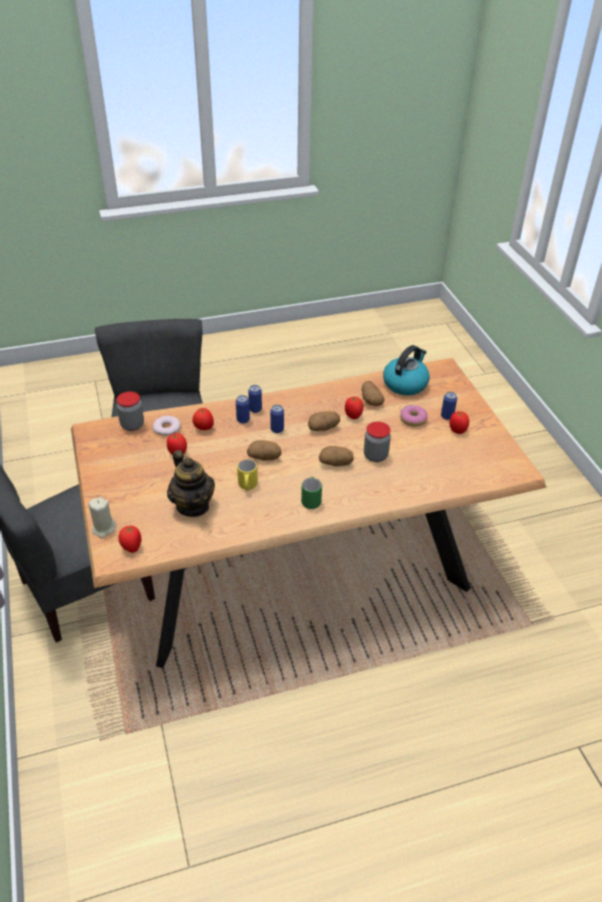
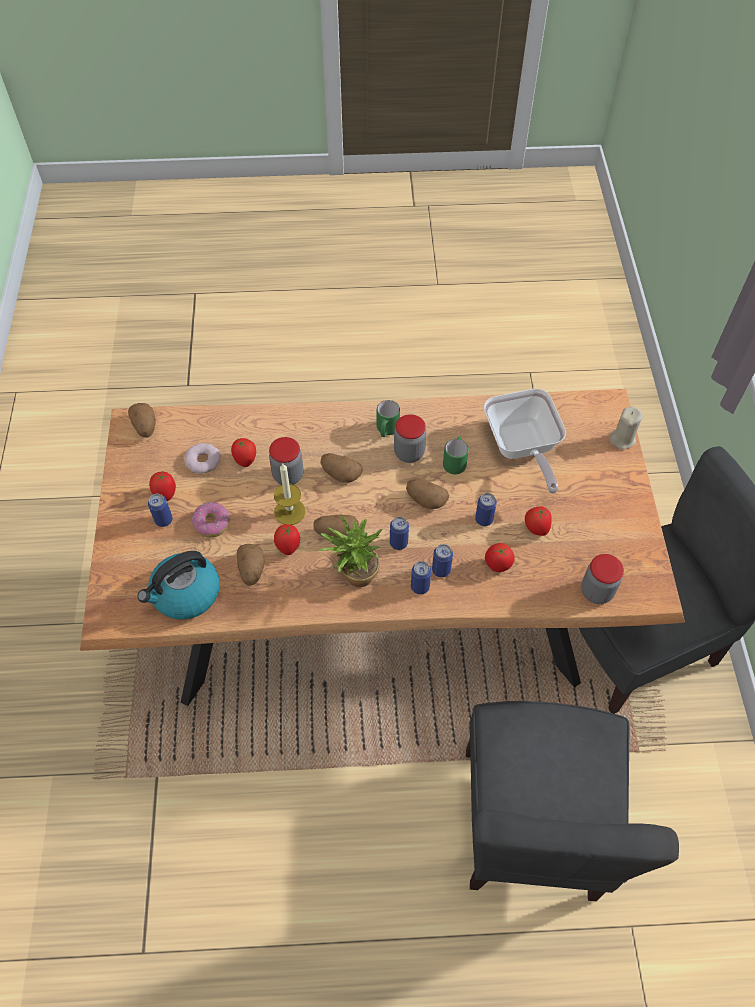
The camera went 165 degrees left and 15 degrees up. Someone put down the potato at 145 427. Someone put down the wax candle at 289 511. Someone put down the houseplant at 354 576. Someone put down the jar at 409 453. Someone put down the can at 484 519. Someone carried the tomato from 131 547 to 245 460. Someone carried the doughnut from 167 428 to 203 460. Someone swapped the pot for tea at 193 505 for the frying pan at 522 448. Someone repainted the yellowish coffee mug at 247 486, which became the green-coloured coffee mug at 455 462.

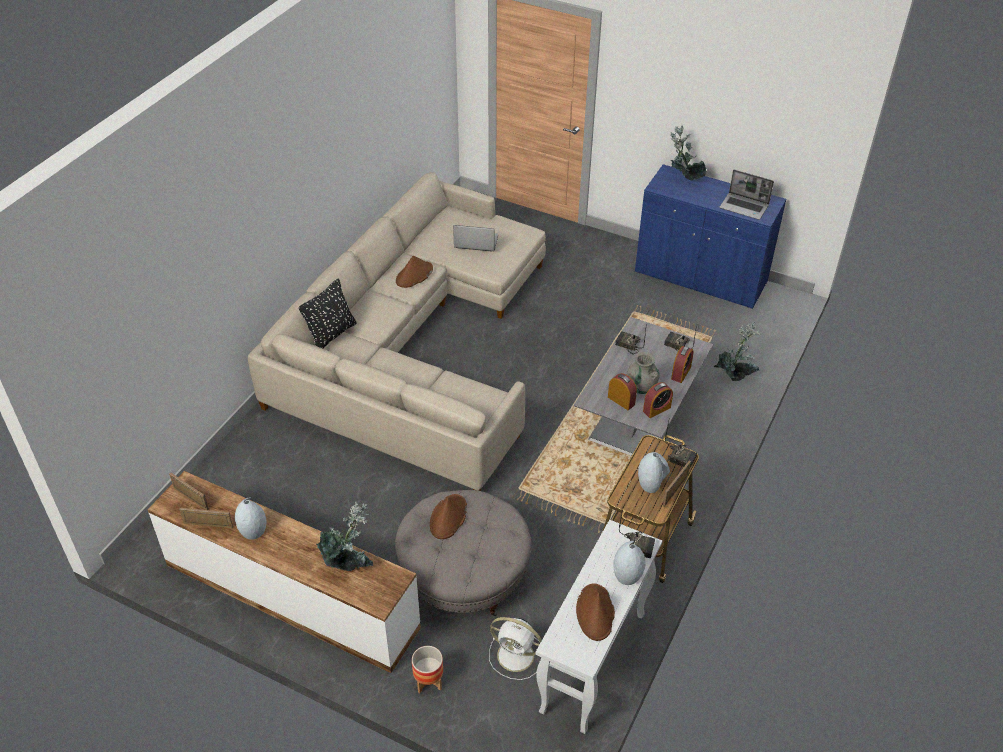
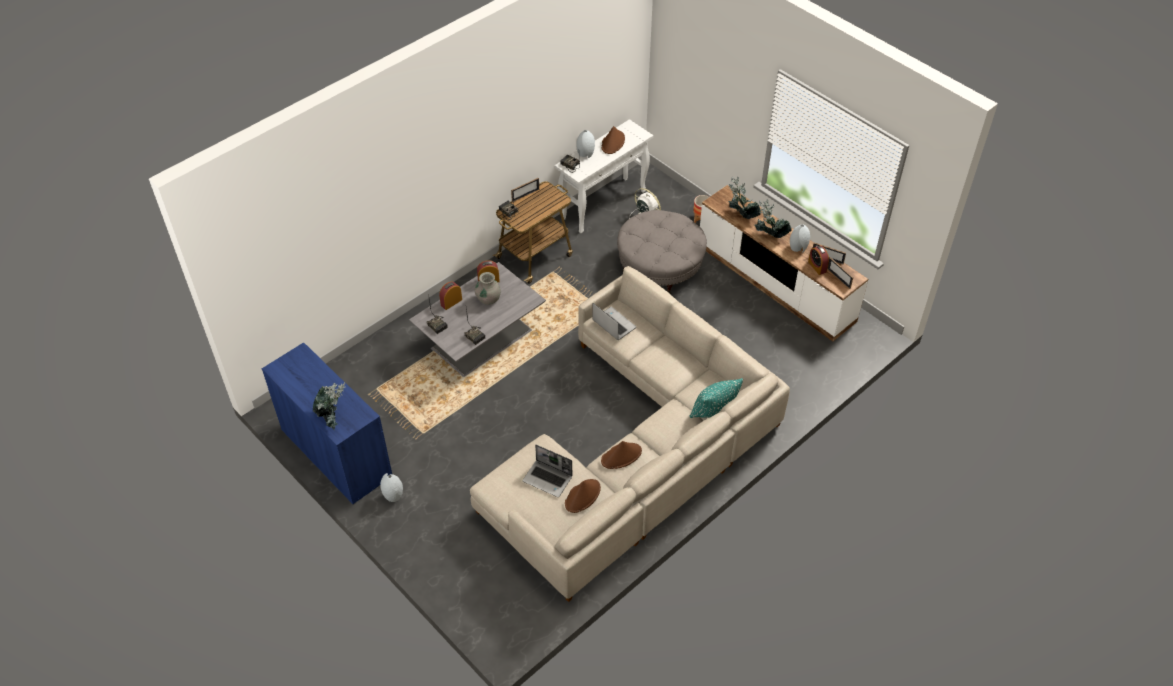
The camera went 160 degrees left and 5 degrees up. Someone carried the brown-coloured hat from 448 517 to 582 496. Someone carried the table clock from 621 400 to 817 267. Someone carried the gray decorative vase from 651 484 to 393 495. Someone carried the houseplant from 735 375 to 769 237. Someone carried the notebook computer from 744 207 to 613 324. Someone repainted the blackish pillow at 331 334, which became the turquoise-coloured pillow at 713 411.

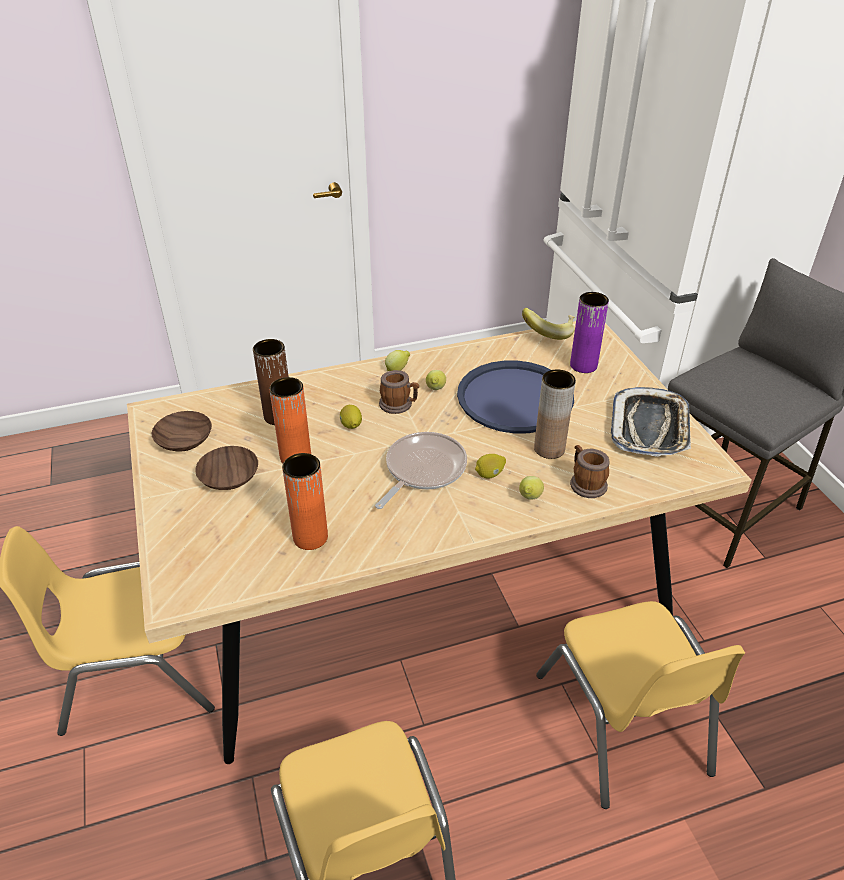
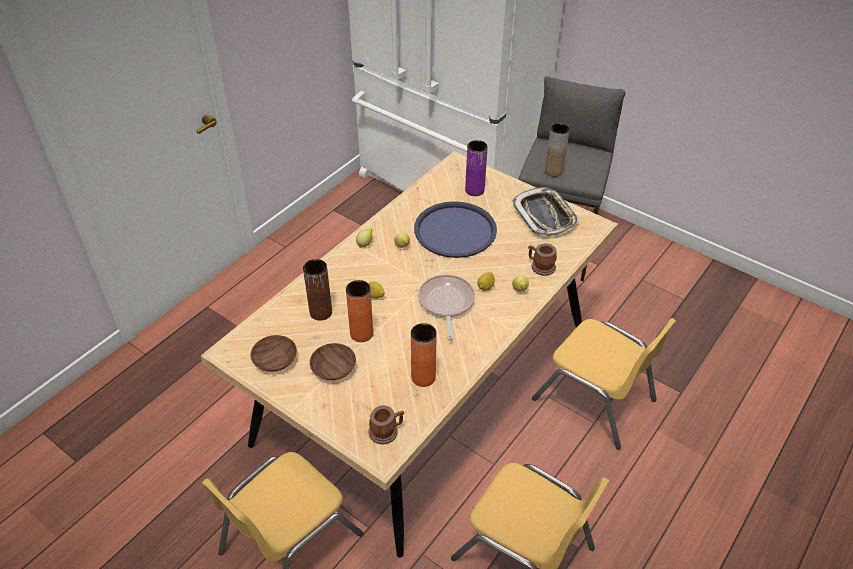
The camera went 35 degrees left and 5 degrees up. Someone took away the whole banana at 548 332. Someone carried the coffee mug from 399 405 to 386 431. Someone carried the brown-coloured decorative vase from 549 449 to 553 171.

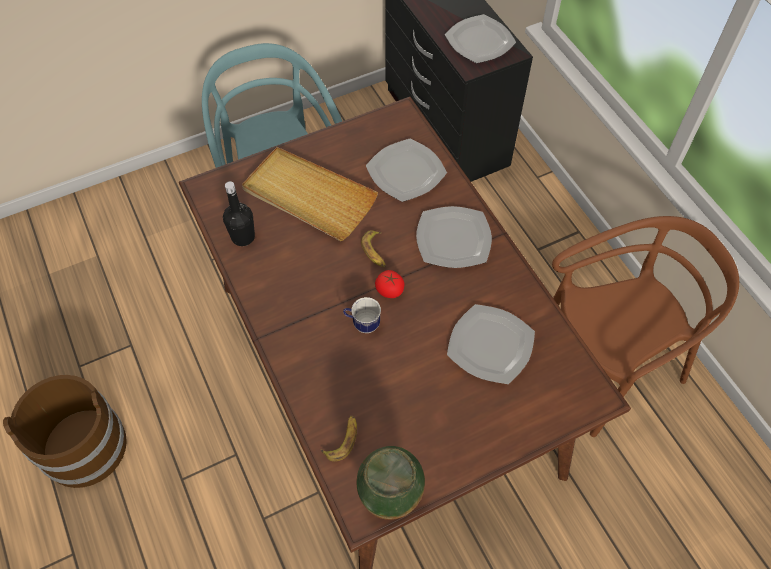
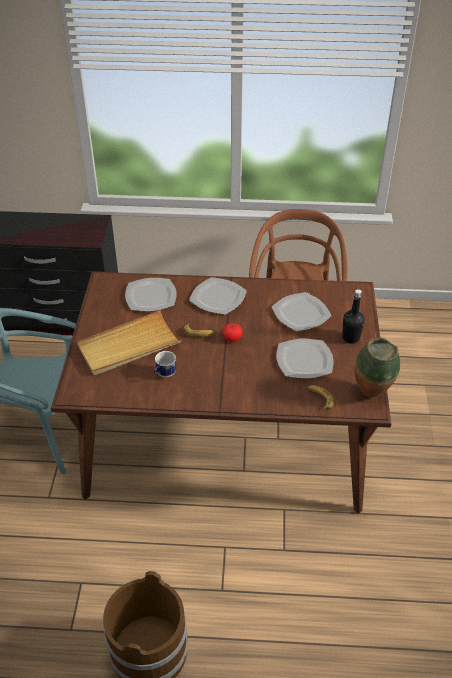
The camera went 60 degrees left and 15 degrees down. Someone carried the blackish beverage bottle from 243 237 to 350 338. Someone carried the coffee mug from 362 324 to 164 374. Someone carried the flat dish from 479 40 to 303 360.

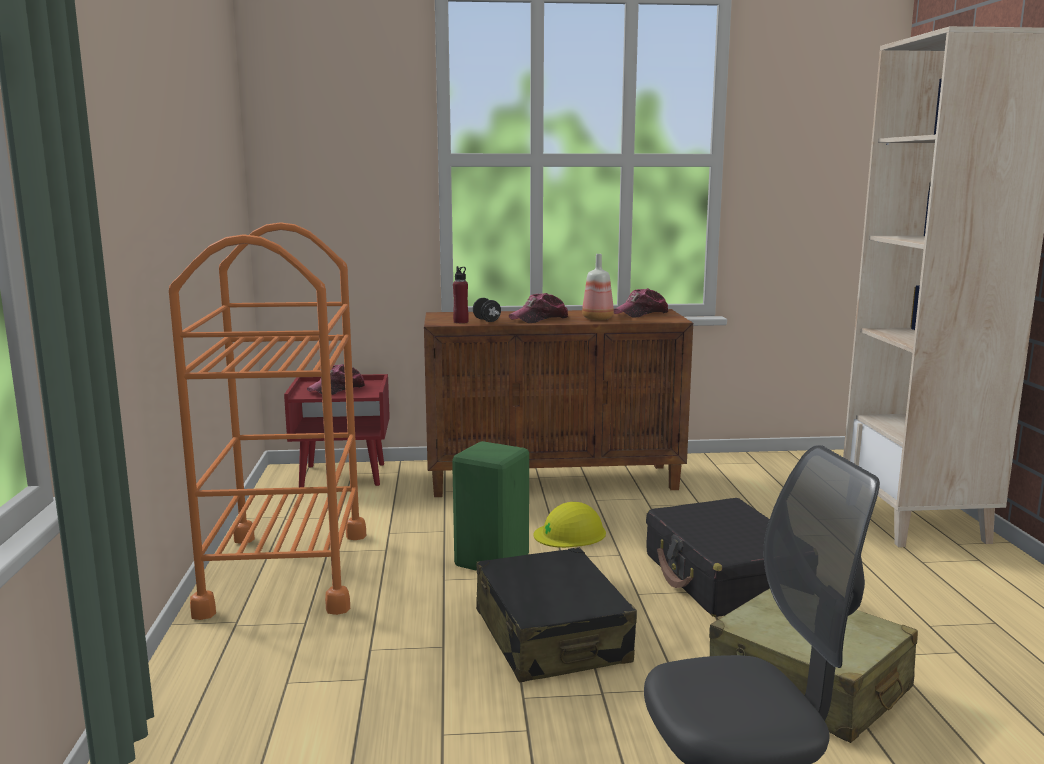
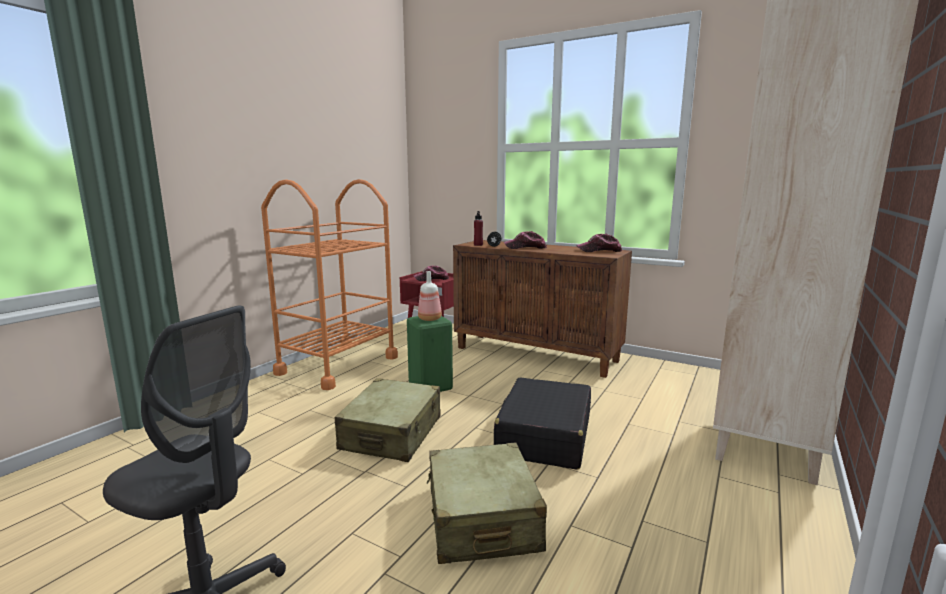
The camera went 35 degrees right and 0 degrees up. Someone took away the yellowish hard hat at 570 534. Someone carried the beverage bottle from 597 318 to 430 319. Someone repainted the blackish travel case at 551 637, which became the beige-coloured travel case at 392 433.

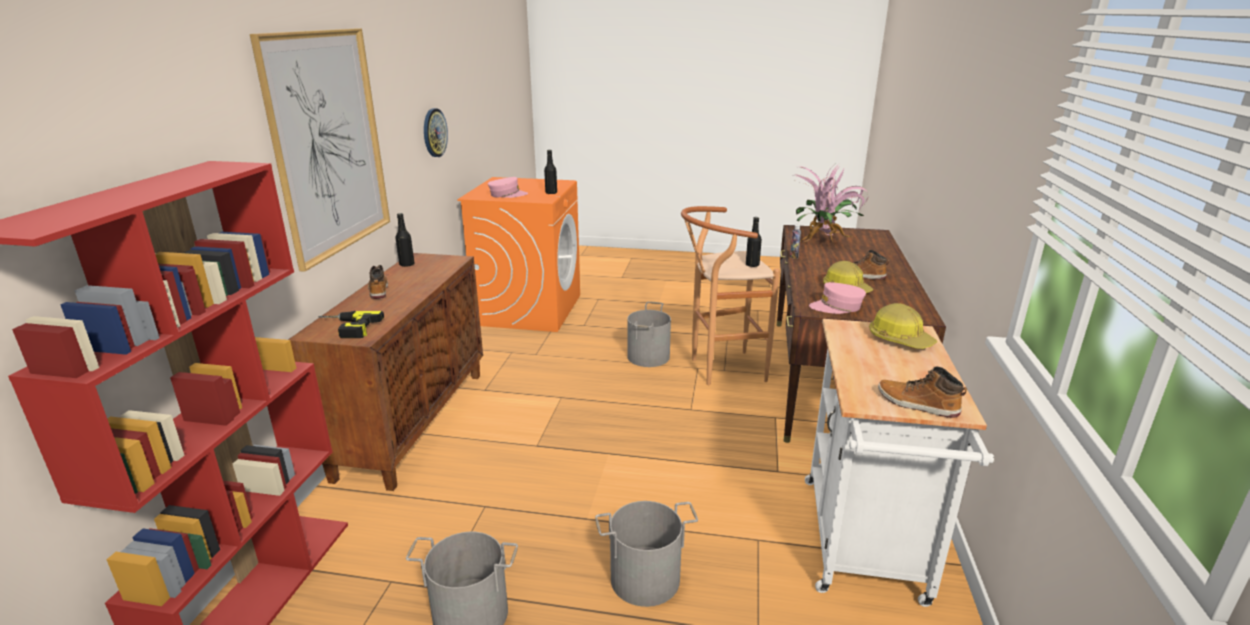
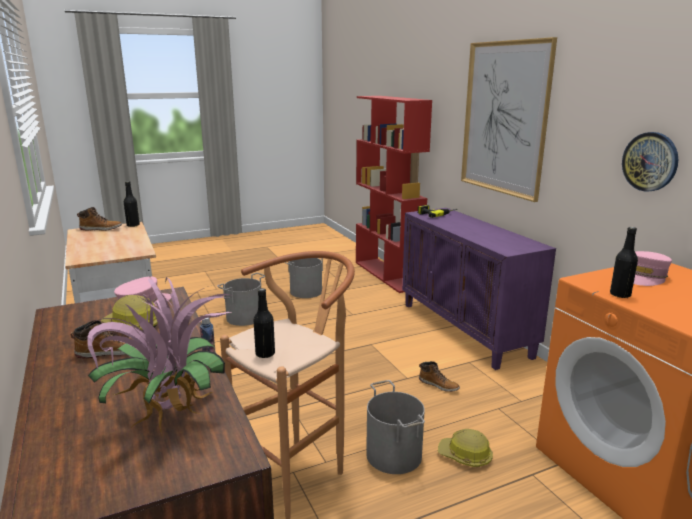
The camera went 145 degrees right and 5 degrees down. Someone carried the high-top boot from 378 290 to 438 385. Someone carried the blackish beverage bottle from 407 264 to 133 225. Someone carried the hard hat from 899 339 to 465 456. Someone repainted the brown-coloured cabinet at 413 422, which became the purple cabinet at 465 329.

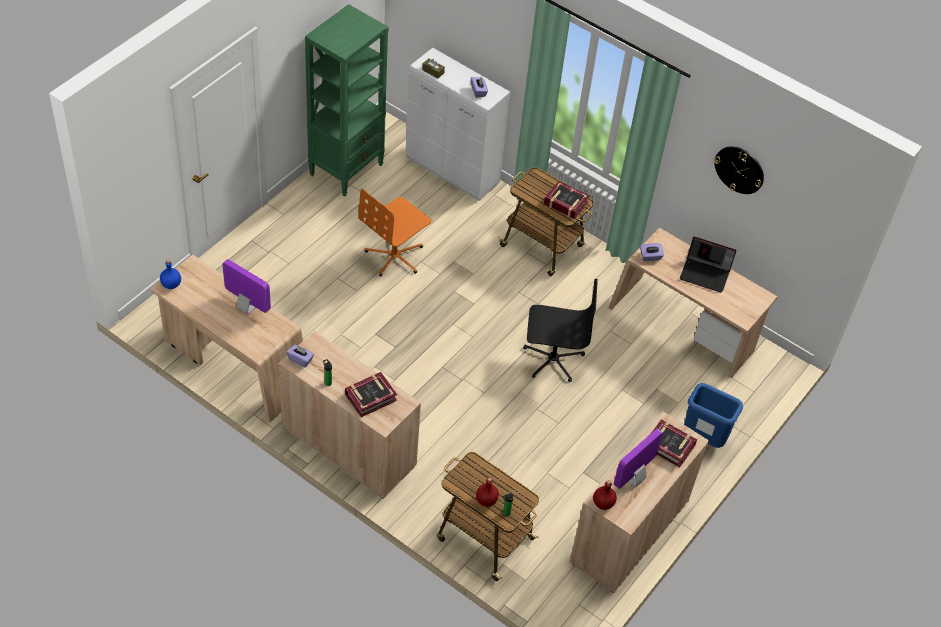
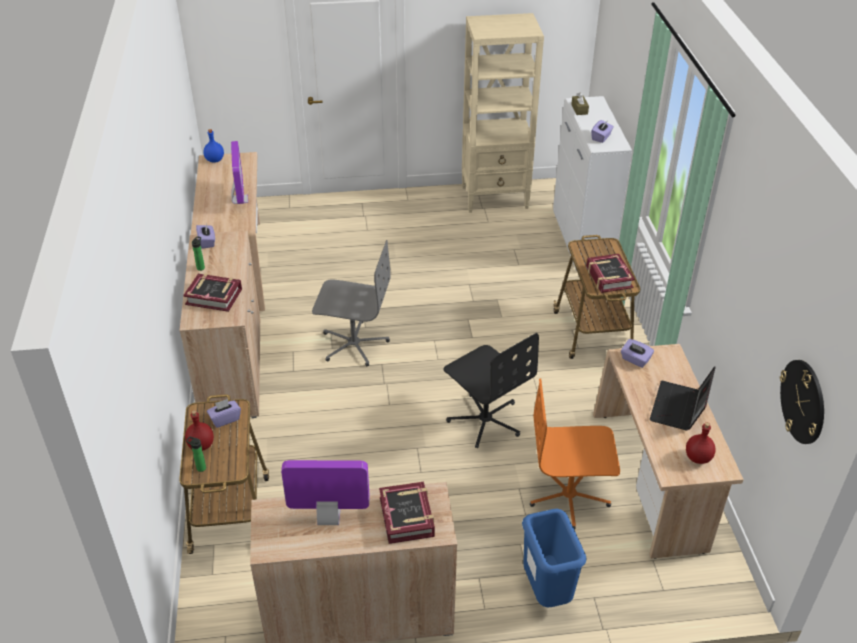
The camera went 50 degrees right and 10 degrees down. Someone put down the purple box of tissues at 225 419. Someone put down the gray computer chair at 353 344. Someone carried the orange-coloured computer chair from 395 256 to 569 496. Someone carried the red beverage bottle from 603 504 to 697 458. Someone carried the wall clock from 739 169 to 803 401. Someone repainted the green-coloured bookcase at 347 169, which became the beige-coloured bookcase at 495 198. Someone rotated the notebook computer at 705 274 by 45 degrees clockwise.

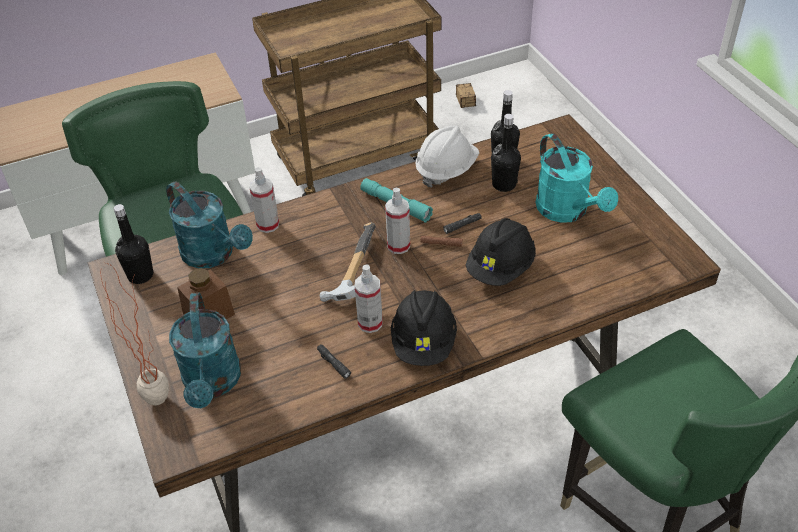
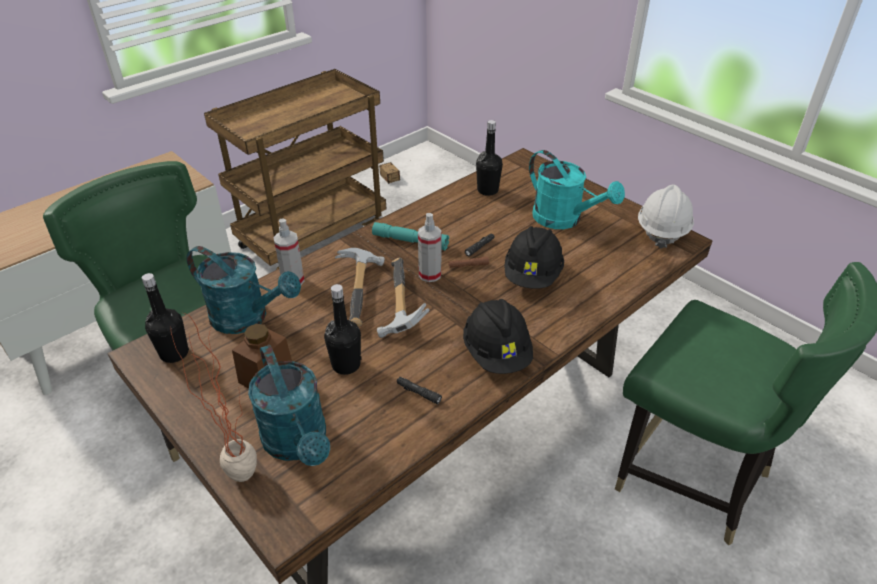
The camera went 20 degrees left and 5 degrees down. Someone took away the hand sprayer at 370 323. Someone put down the hammer at 364 291. Someone carried the white-coloured hard hat from 446 170 to 662 230. Someone carried the blackish beverage bottle from 504 184 to 346 365.

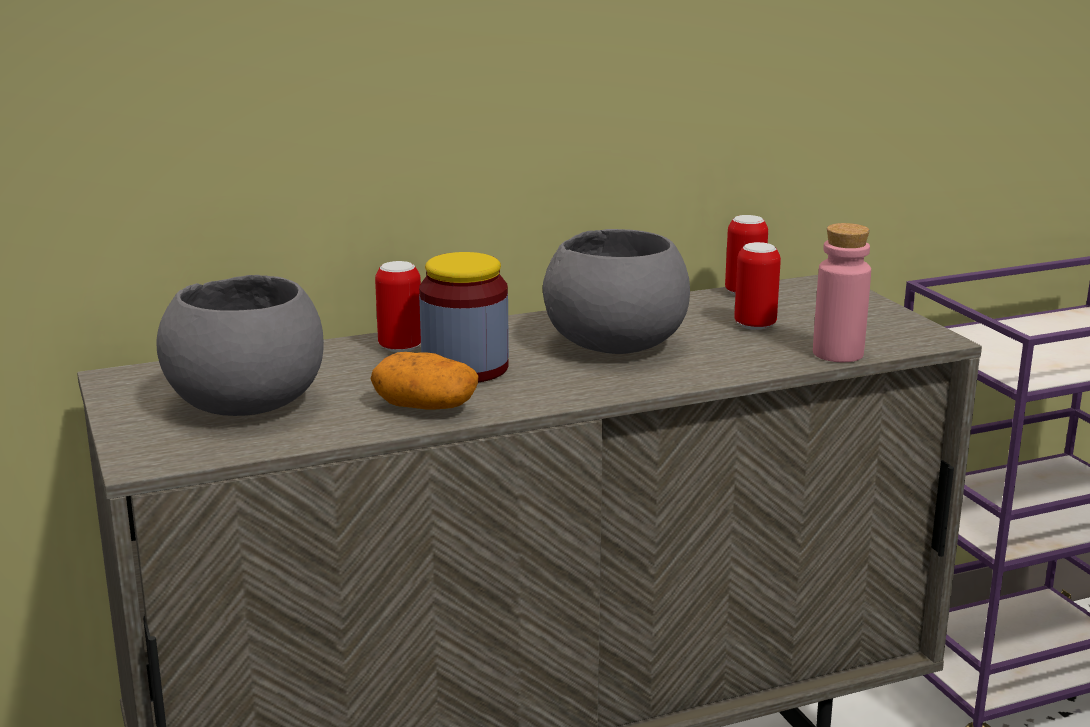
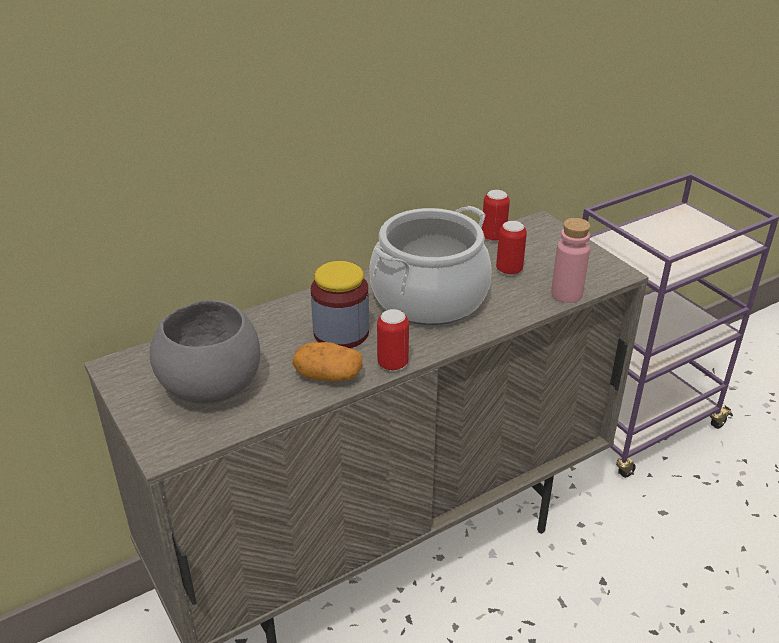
The camera went 10 degrees left and 15 degrees up. Someone carried the can from 400 347 to 392 364. Someone swapped the gray deep dish at 616 343 for the saucepot at 428 297.

